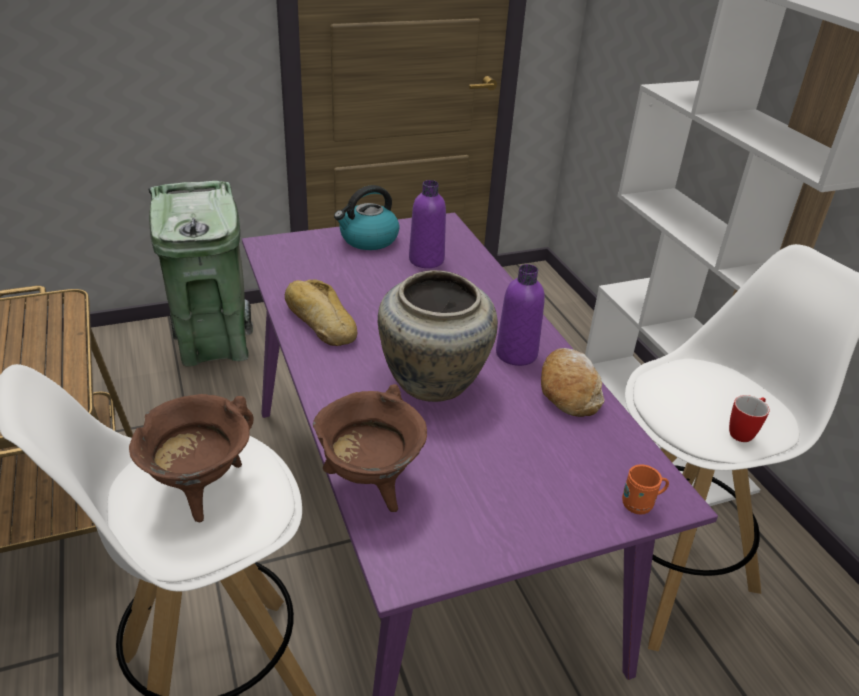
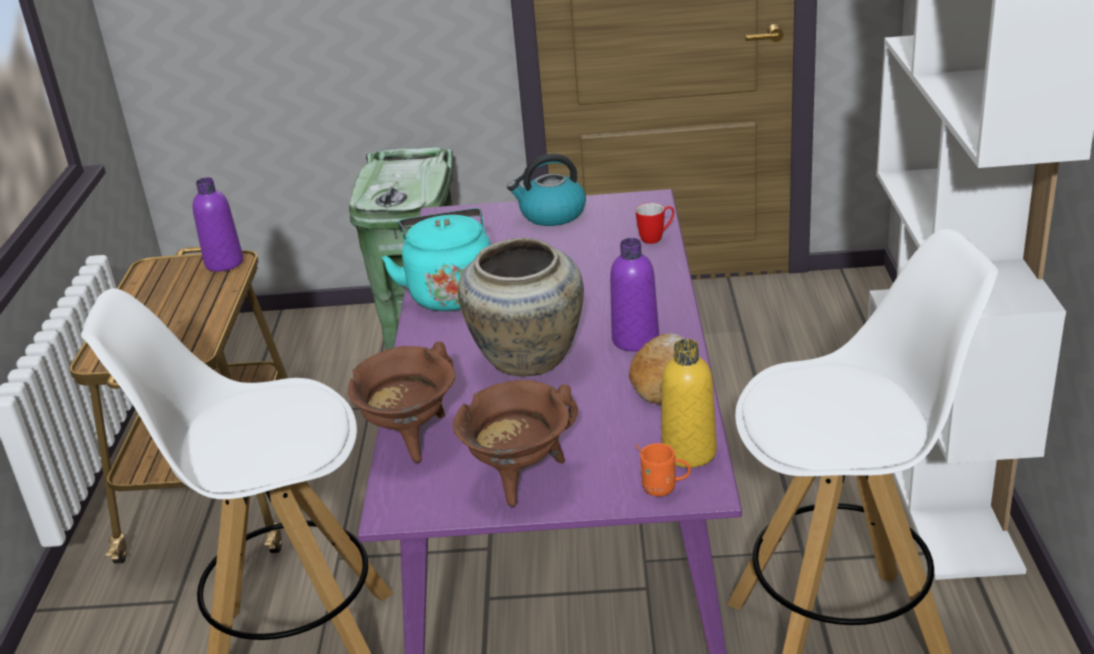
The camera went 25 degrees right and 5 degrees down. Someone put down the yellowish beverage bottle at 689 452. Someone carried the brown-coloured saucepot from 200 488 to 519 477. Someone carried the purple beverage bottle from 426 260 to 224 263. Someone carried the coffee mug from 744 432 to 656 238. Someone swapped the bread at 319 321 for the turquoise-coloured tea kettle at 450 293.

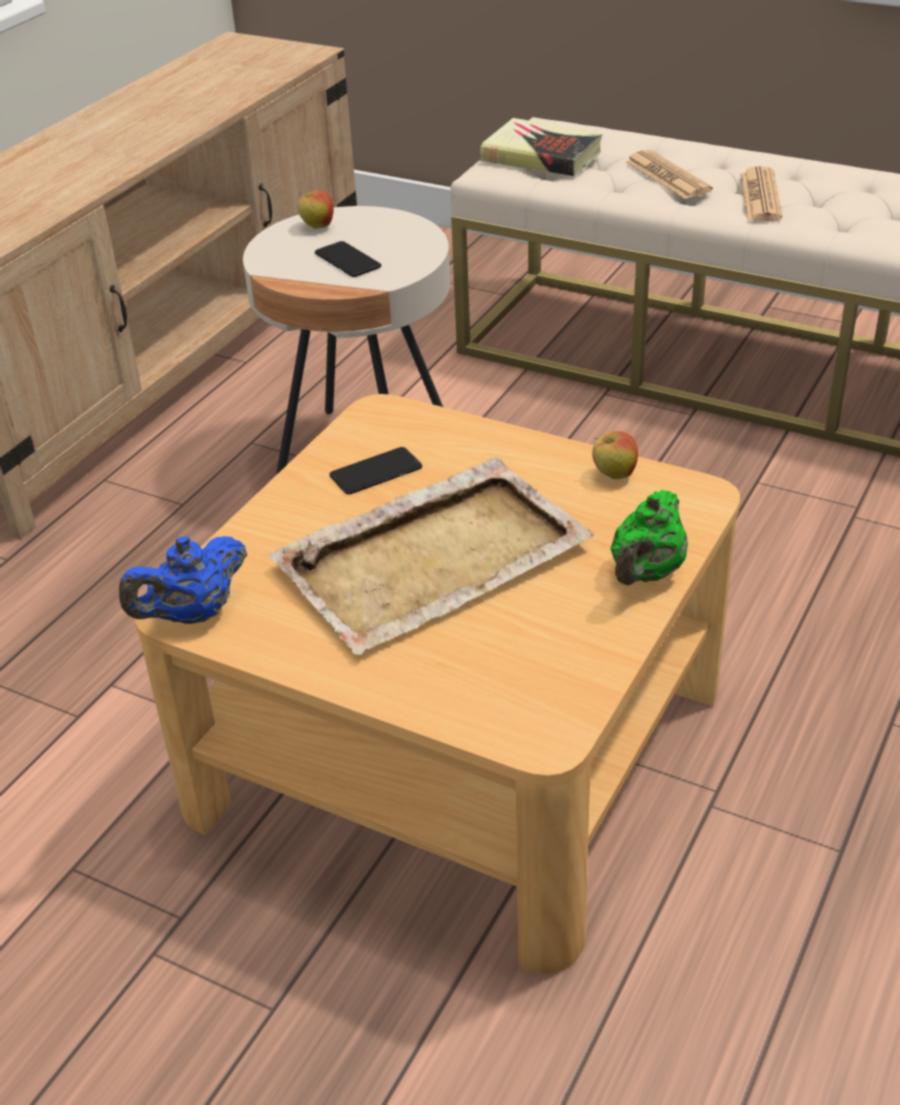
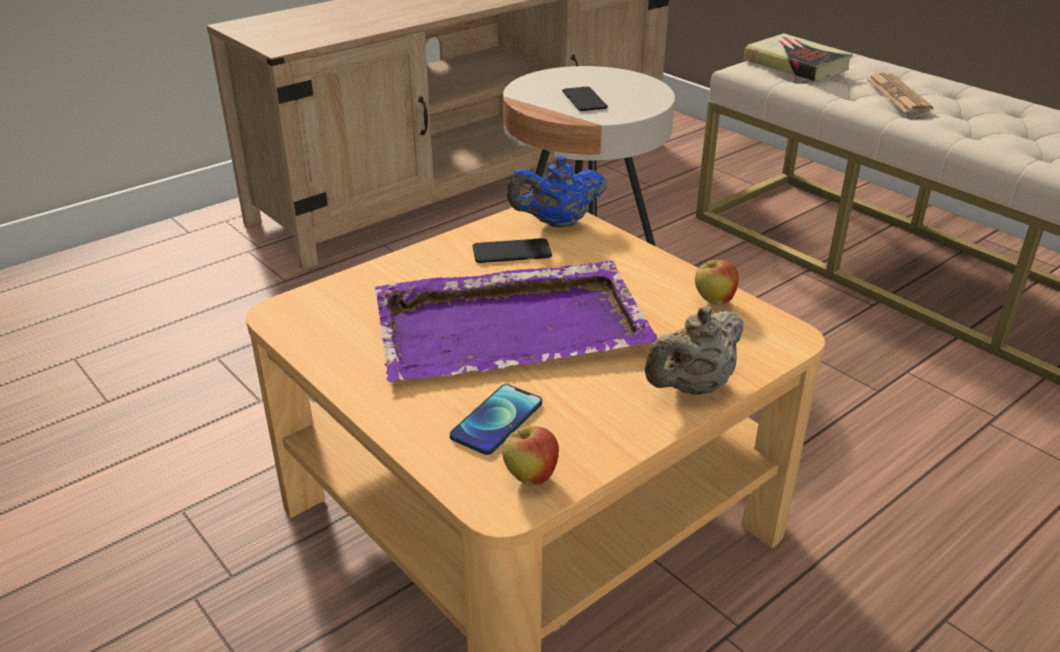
The camera went 20 degrees right and 5 degrees down. Someone took away the newspaper at 760 196. Someone put down the telephone at 497 420. Someone carried the blue-coloured pot for tea from 193 614 to 557 223. Someone carried the whole apple from 317 227 to 530 477. Someone repainted the beige-coloured carrying tray at 435 558, which became the purple carrying tray at 513 326. Someone repainted the green-coloured pot for tea at 646 573, which became the beige-coloured pot for tea at 692 387.

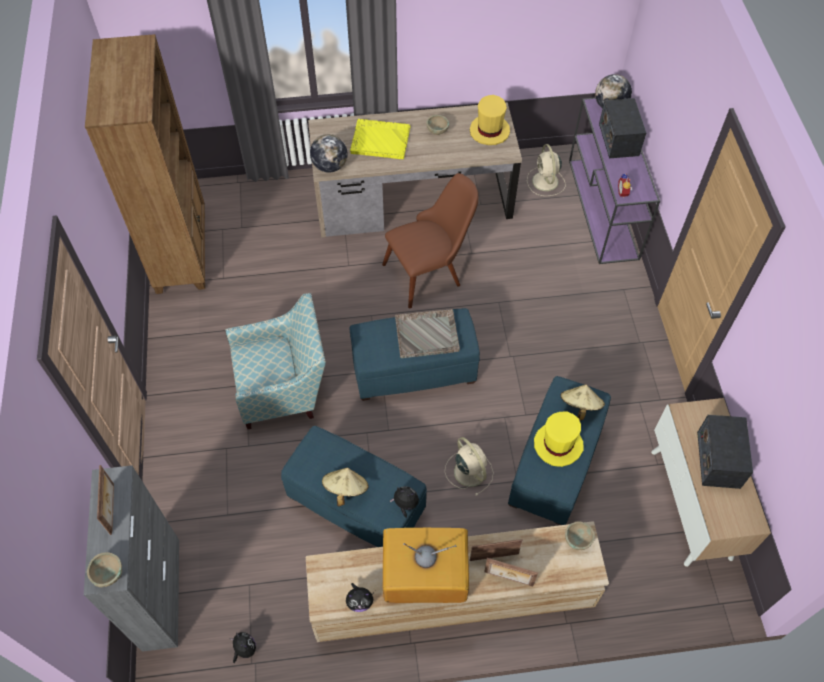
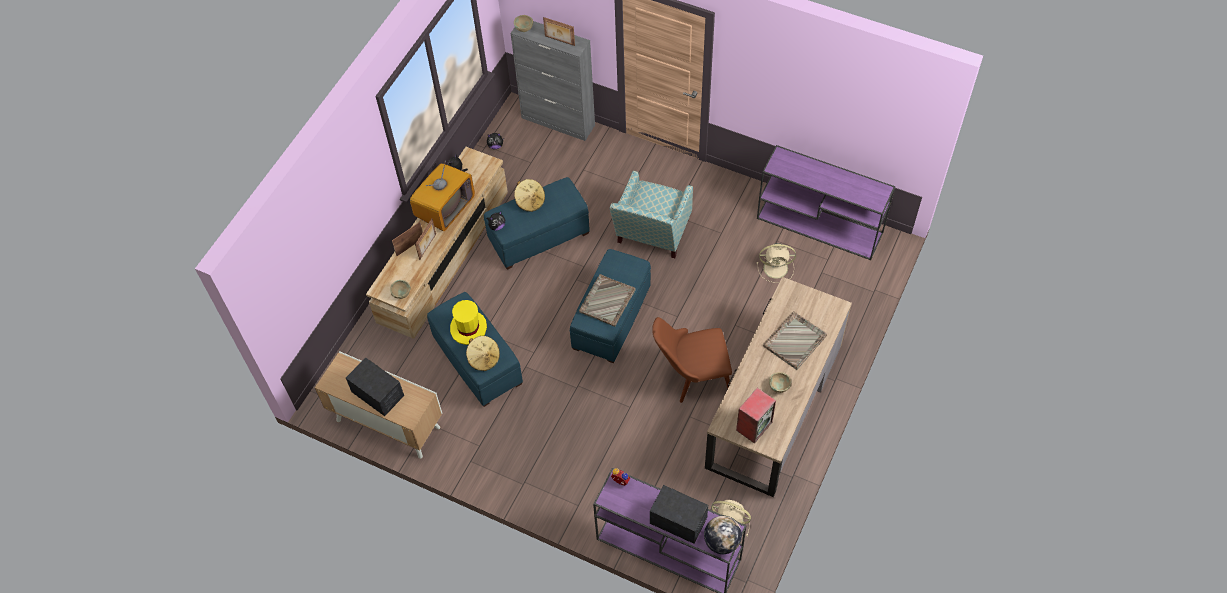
The camera went 125 degrees right and 0 degrees up. Someone took away the world globe at 330 166. Someone carried the beige-coloured cooling fan from 469 470 to 776 268. Someone swapped the brown-coloured bookcase at 182 251 for the purple hall table at 820 226. Someone swapped the yellowish hat at 489 131 for the speaker at 754 425. Someone repainted the yellowish carrying tray at 380 140, which became the gray carrying tray at 795 340. Someone rotated the brown-coloured upright chair at 430 271 by 75 degrees clockwise.

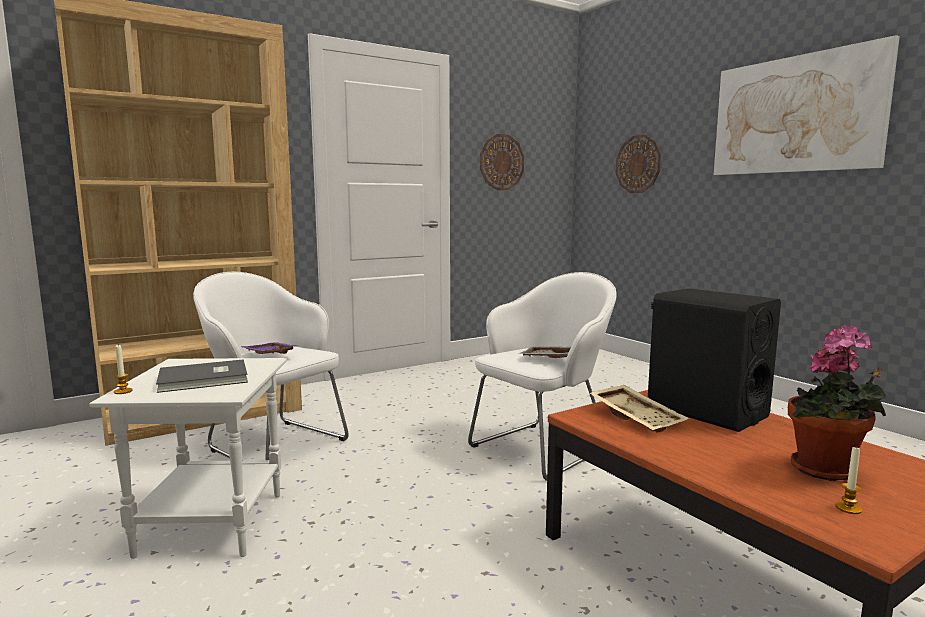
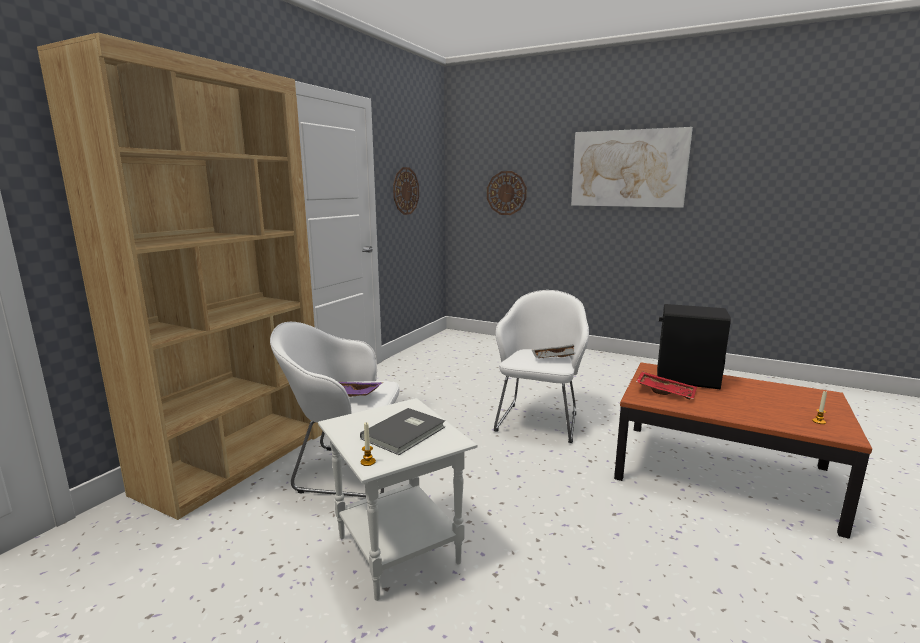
The camera went 30 degrees left and 5 degrees up. Someone took away the houseplant at 827 472. Someone repainted the beige-coloured carrying tray at 637 417, which became the red carrying tray at 665 391.

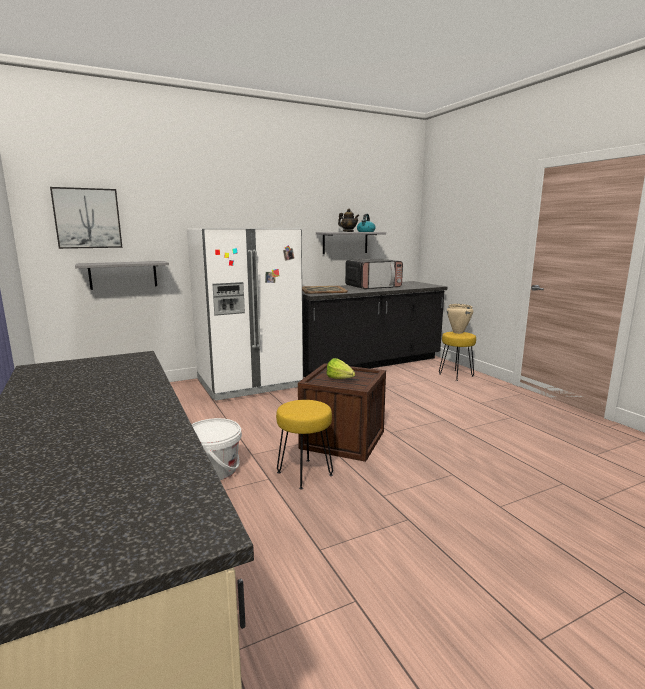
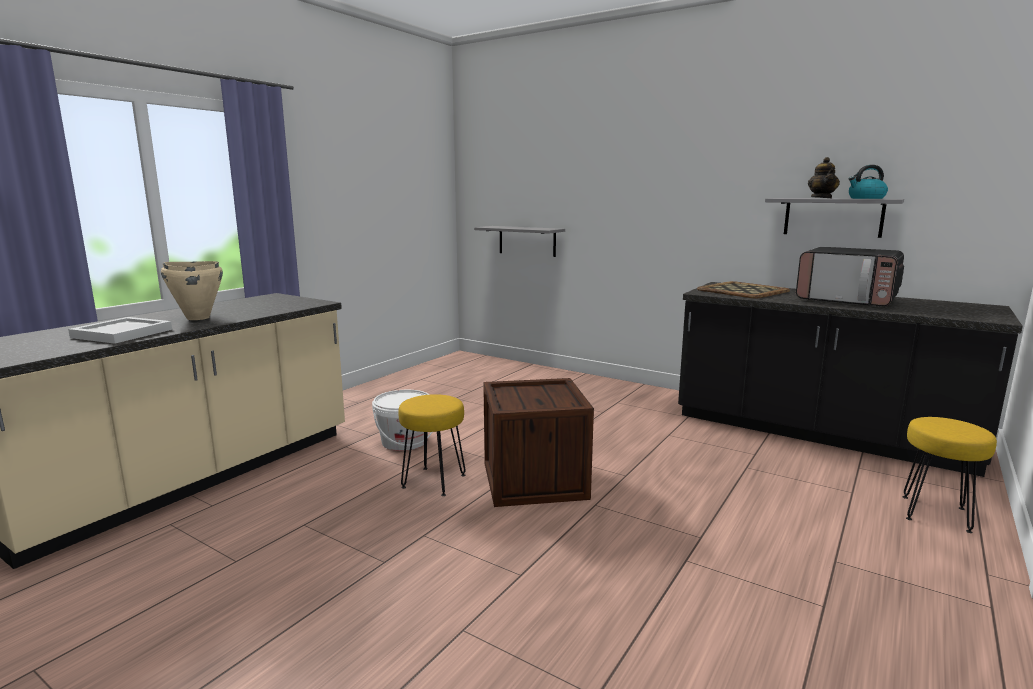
The camera went 60 degrees right and 0 degrees up. Someone took away the picture at 87 218. Someone took away the white-coloured refrigerator at 249 383. Someone took away the lettuce head at 341 380. Someone put down the white-coloured carrying tray at 120 333. Someone carried the beige-coloured saucepot from 458 332 to 197 318.

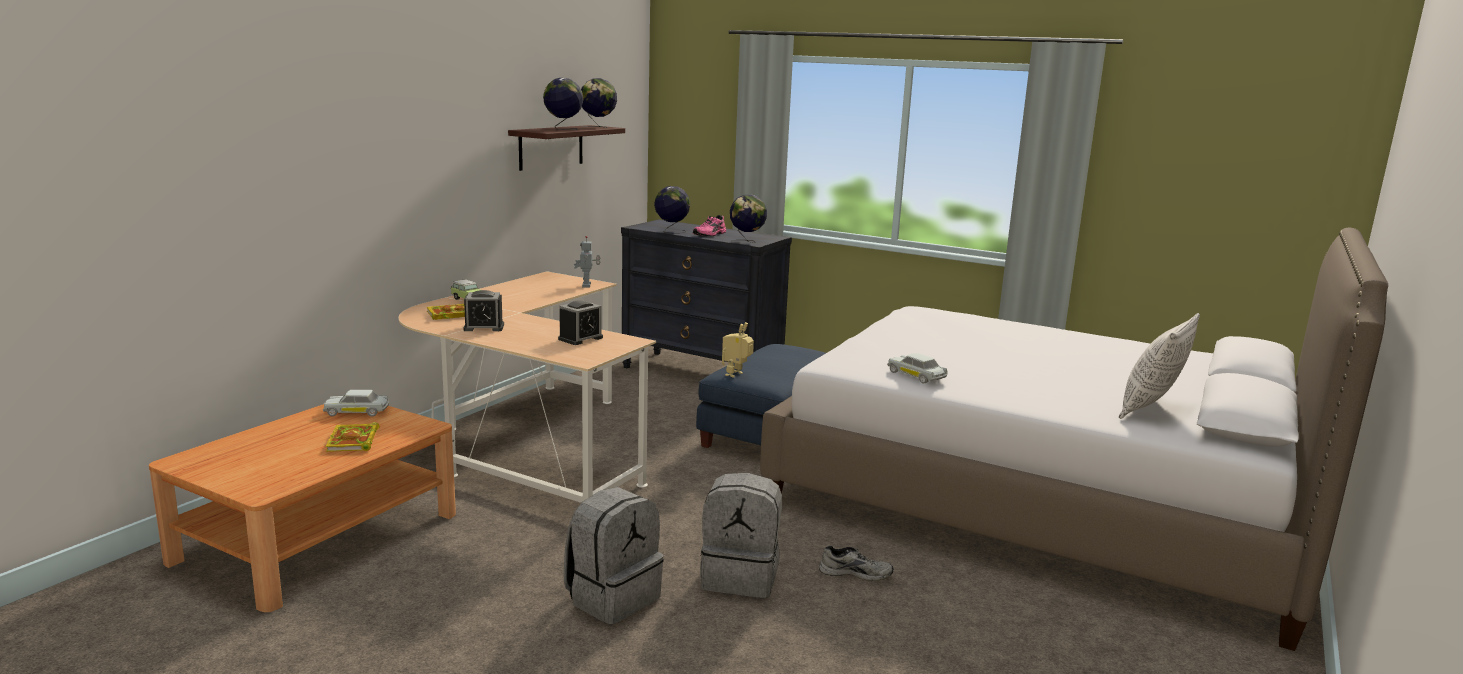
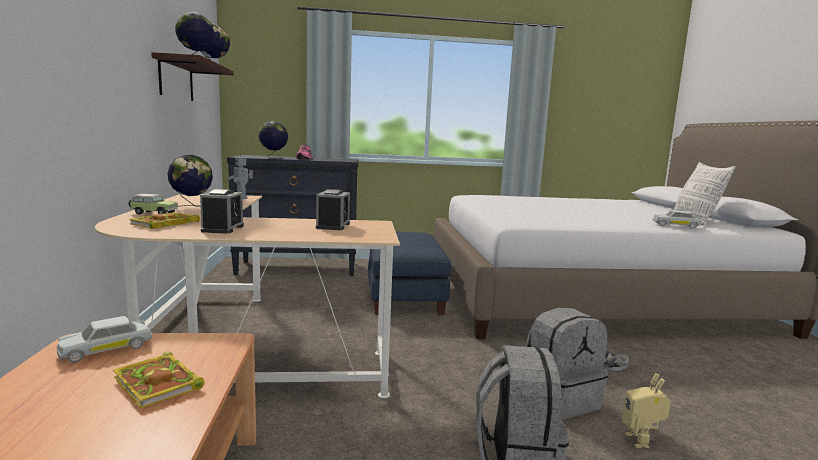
The camera went 35 degrees left and 5 degrees down. Someone carried the robot figure from 736 375 to 641 440. Someone carried the world globe from 747 242 to 192 207. Someone carried the white-coloured model car from 916 376 to 676 226. Someone rotated the table clock at 484 327 by 45 degrees counterclockwise.

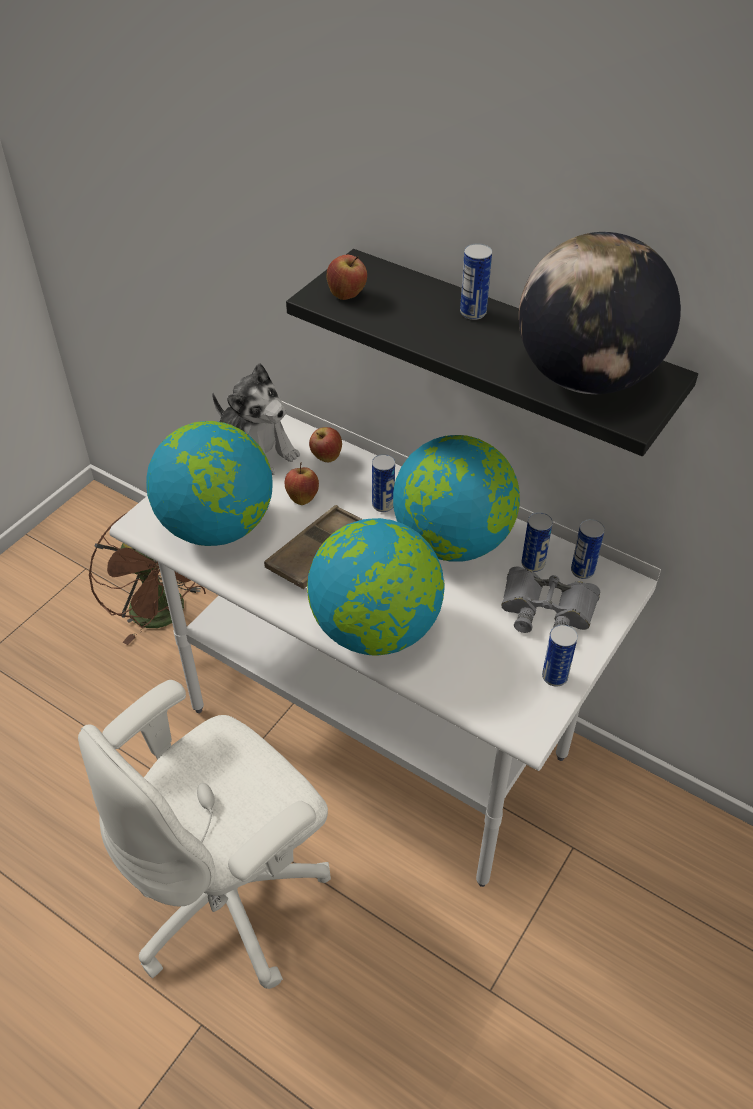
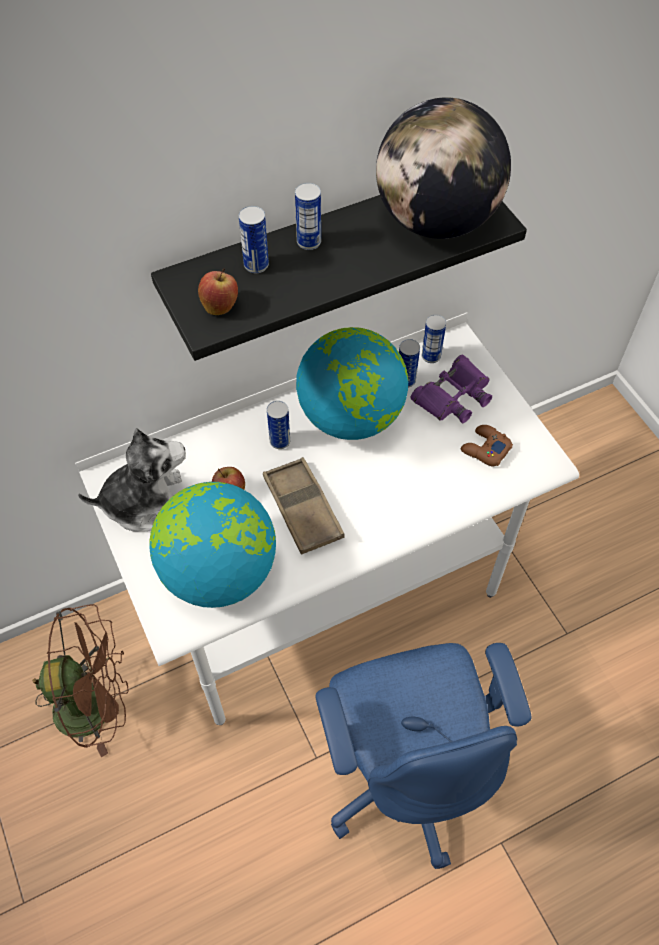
The camera went 60 degrees left and 10 degrees up. Someone took away the world globe at 375 629. Someone took away the whole apple at 326 457. Someone put down the brown-coloured gamepad at 485 449. Someone carried the can from 554 676 to 256 265. Someone repainted the white-coloured computer chair at 231 895, which became the blue-coloured computer chair at 408 773. Someone repainted the gray pair of binoculars at 547 609, which became the purple pair of binoculars at 453 396.

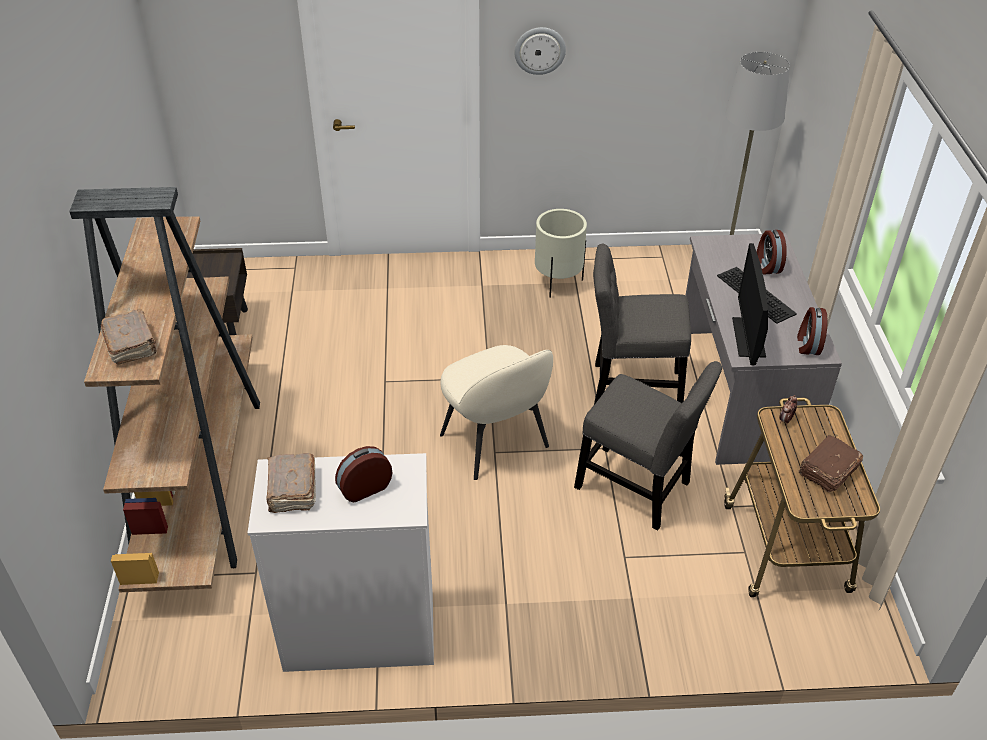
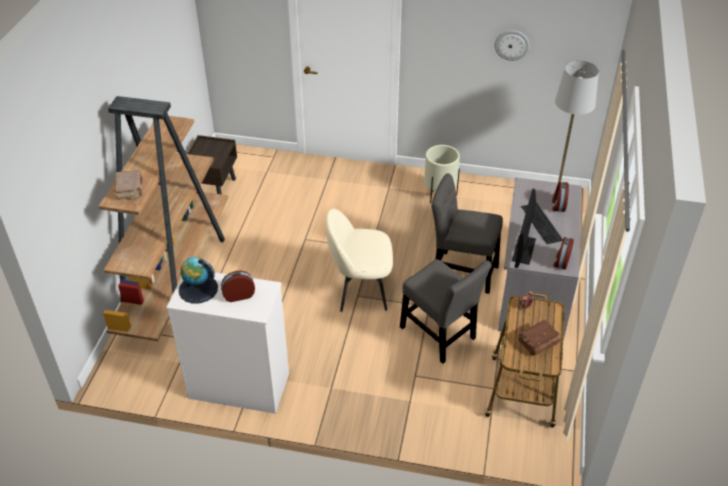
The camera went 15 degrees right and 0 degrees up. Someone carried the wall clock from 539 50 to 512 44. Someone swapped the brown-coloured volume at 292 491 for the world globe at 198 289. Someone rotated the beige-coloured upright chair at 495 443 by 105 degrees clockwise.

